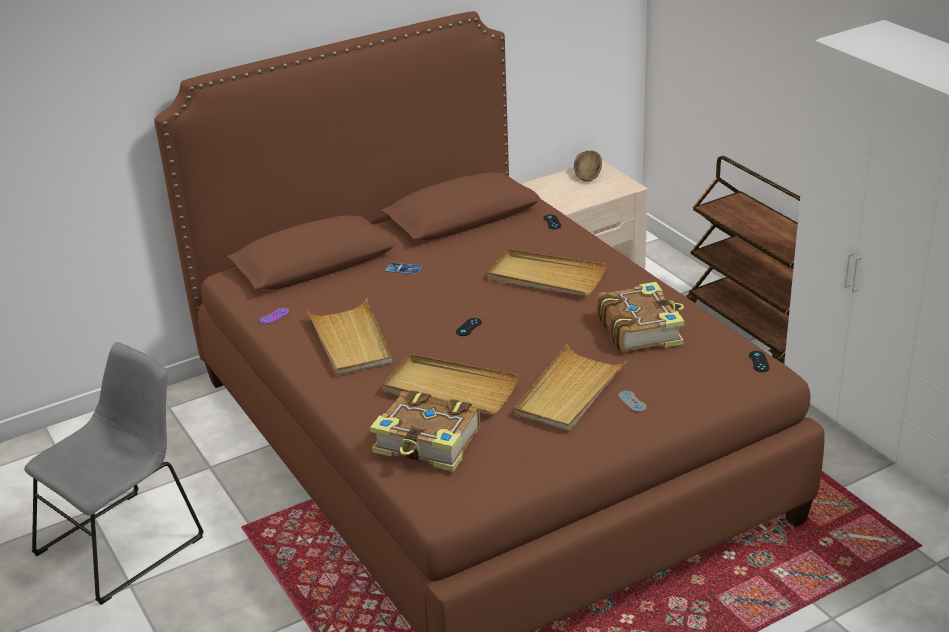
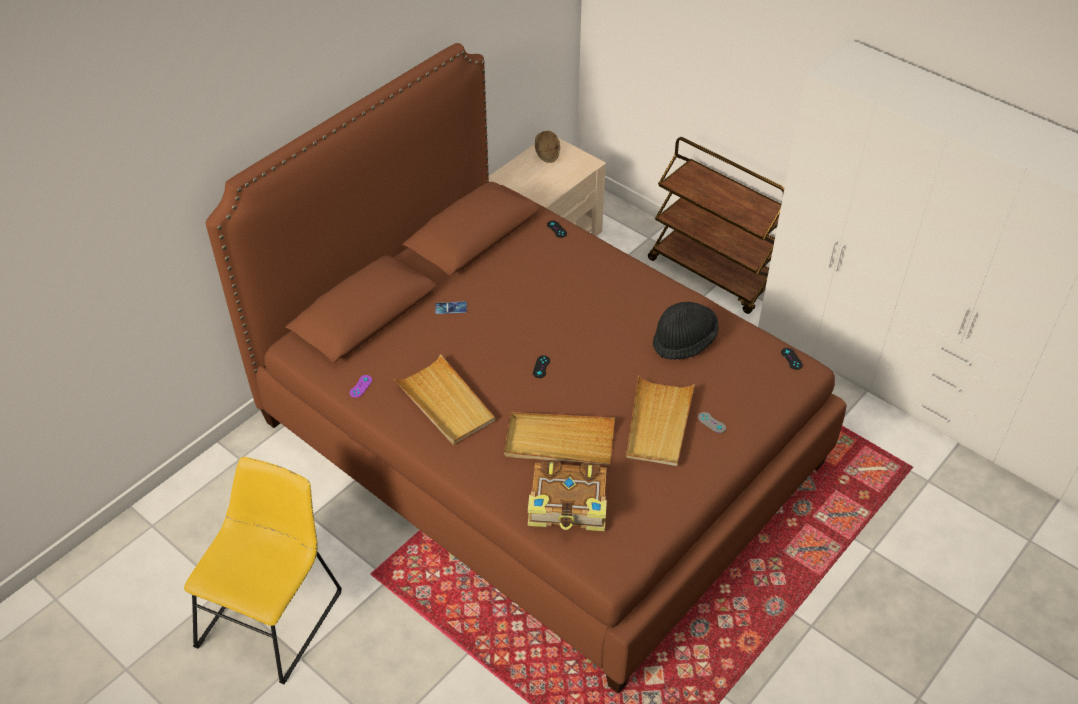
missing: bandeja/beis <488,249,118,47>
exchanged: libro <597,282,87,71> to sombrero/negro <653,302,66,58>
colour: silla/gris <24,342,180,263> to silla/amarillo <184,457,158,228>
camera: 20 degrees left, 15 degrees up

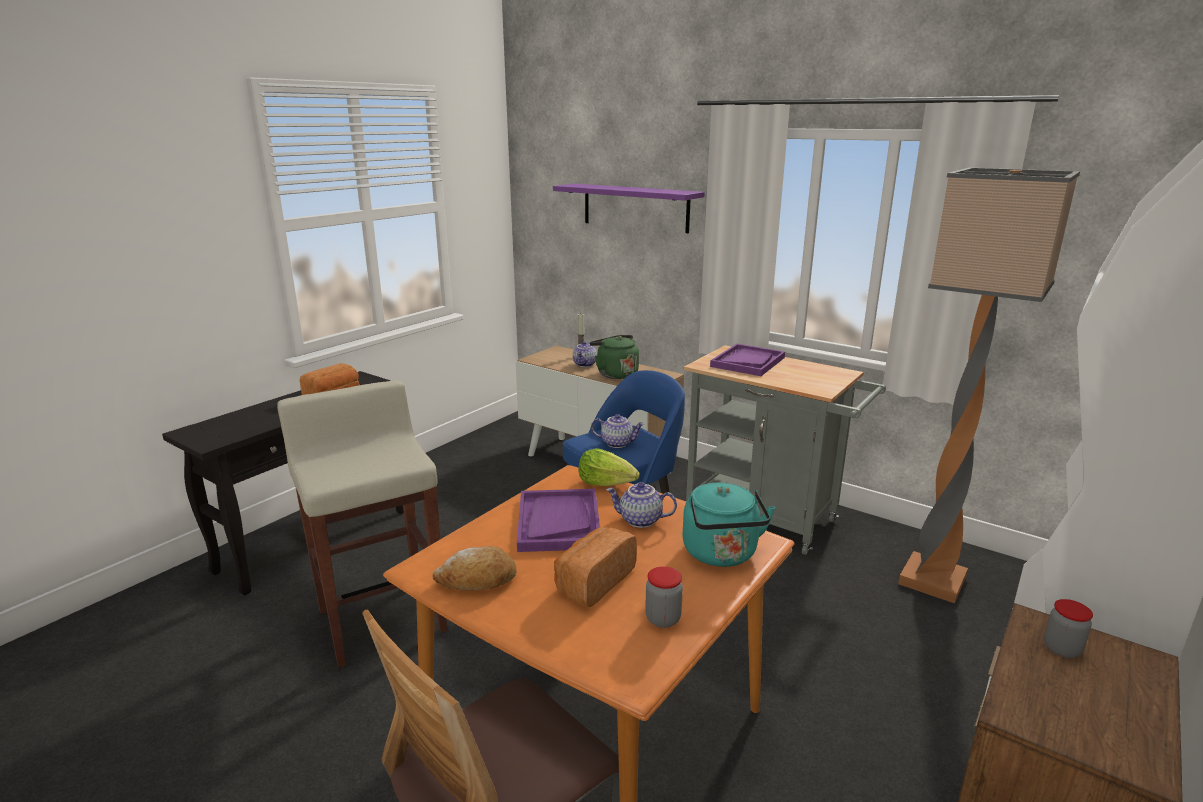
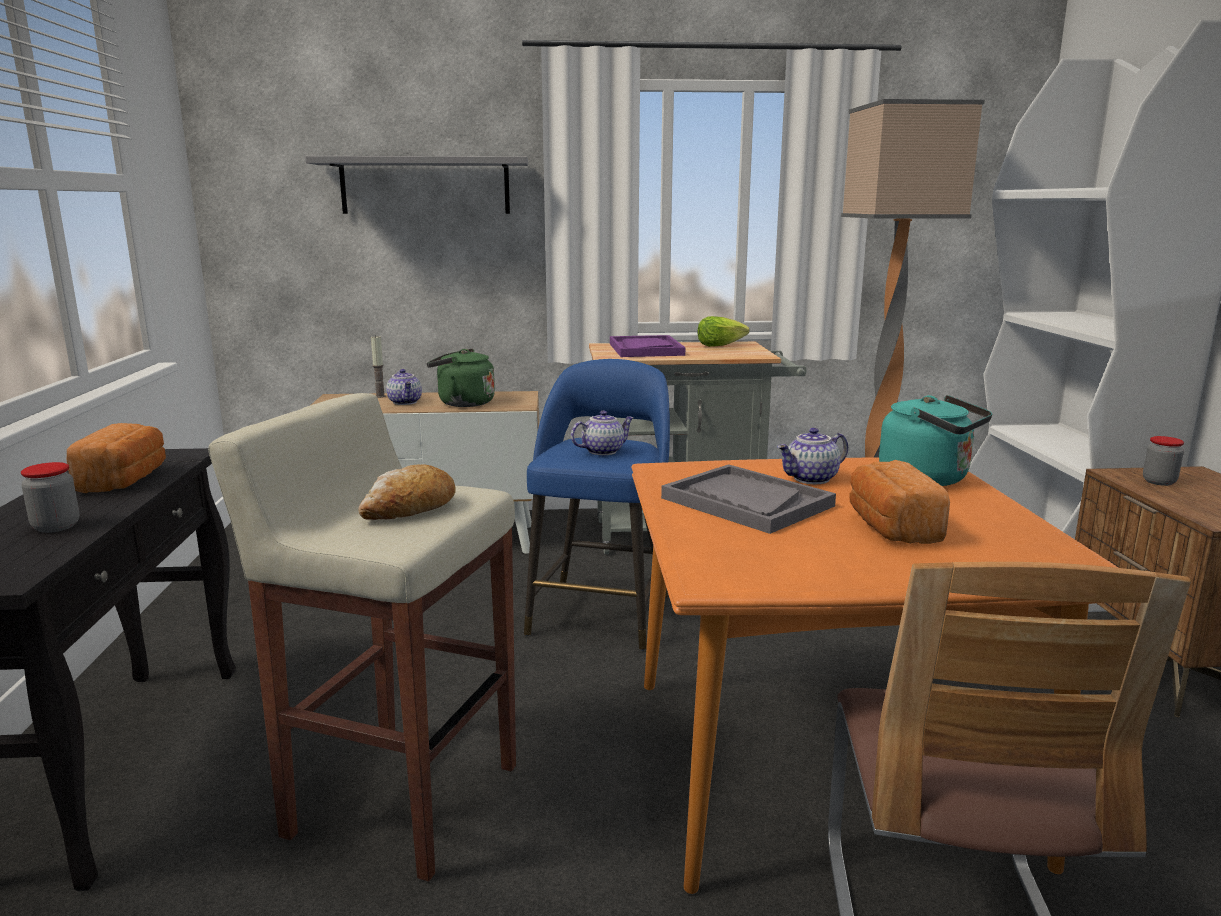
relocated: lechuga <579,448,61,38> to <698,316,51,31>; pan <432,546,85,44> to <358,464,98,56>; tarro <645,566,38,62> to <21,462,59,71>
colour: estante/morado <553,184,152,49> to estante/gris <305,156,223,58>; bandeja/morado <517,489,83,63> to bandeja/gris <661,464,175,70>
camera: 40 degrees left, 5 degrees down

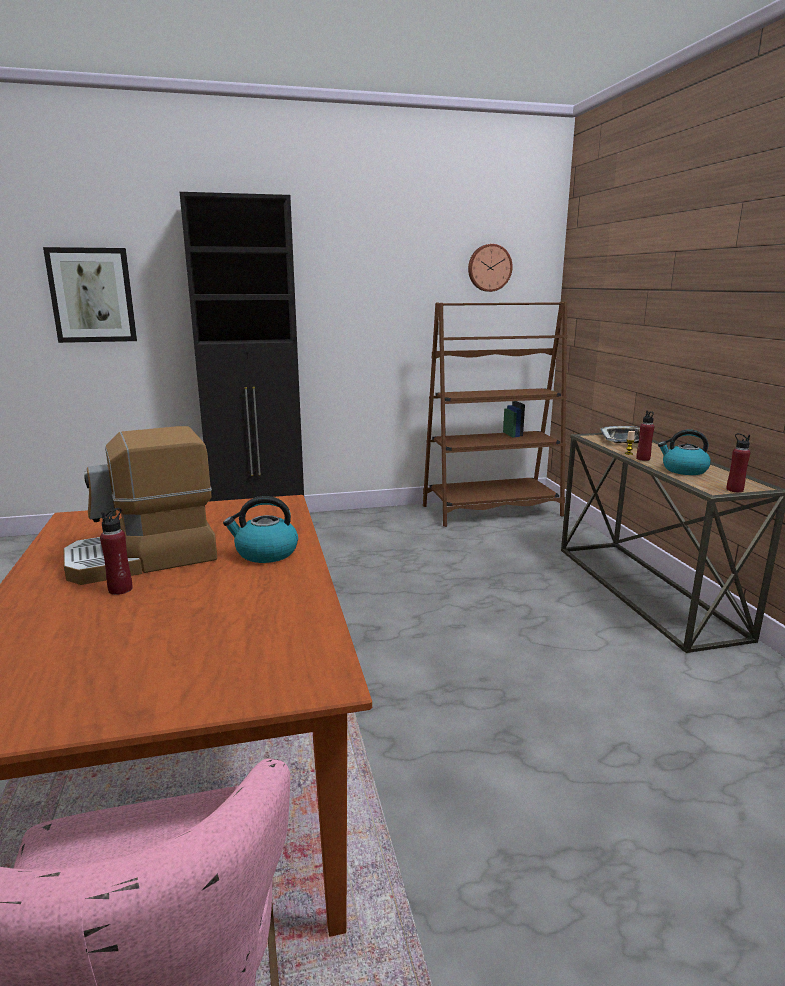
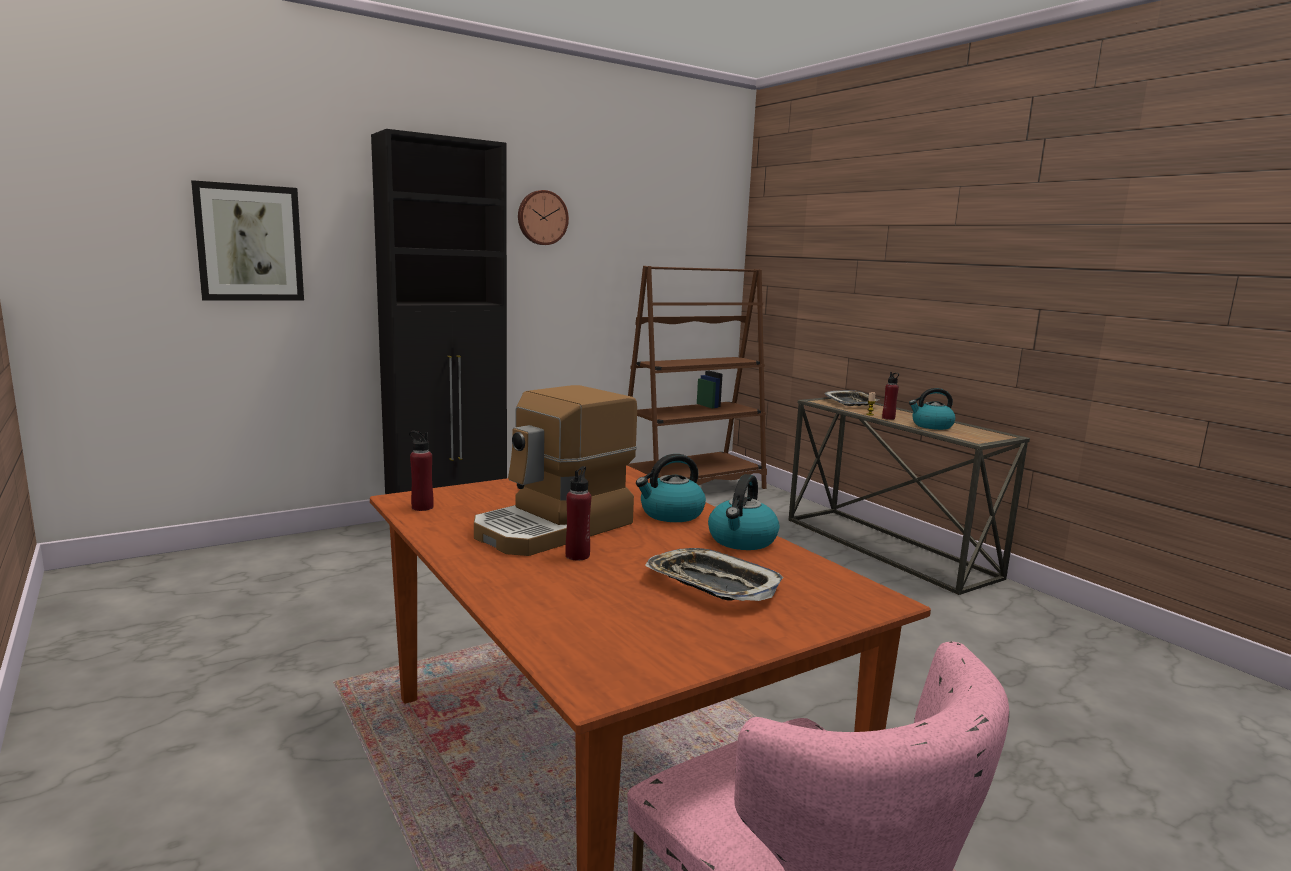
appeared: hervidor <708,474,71,76>; bandeja <645,548,139,53>
relocated: reloj de pared <468,244,44,48> to <518,190,51,55>; botella/rojo <726,433,24,59> to <409,431,25,80>
camera: 20 degrees left, 5 degrees down

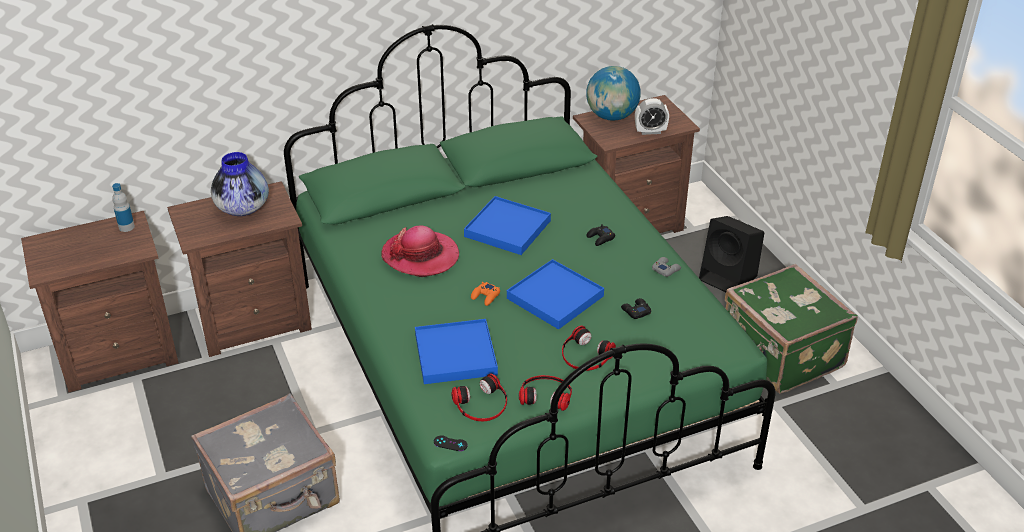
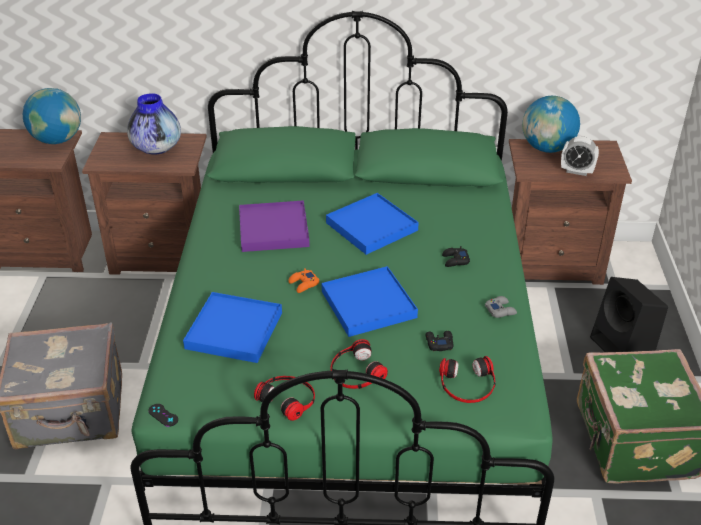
relocated: auriculares <451,373,56,48> to <439,356,57,47>
exchanged: botella <112,183,23,49> to globo terráqueo <23,88,58,56>; sombrero <381,226,78,51> to bandeja/morado <239,200,71,52>
camera: 25 degrees right, 0 degrees up

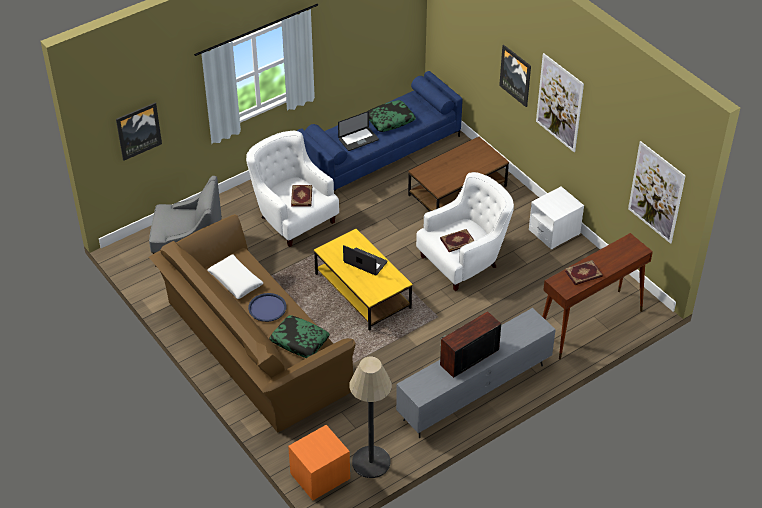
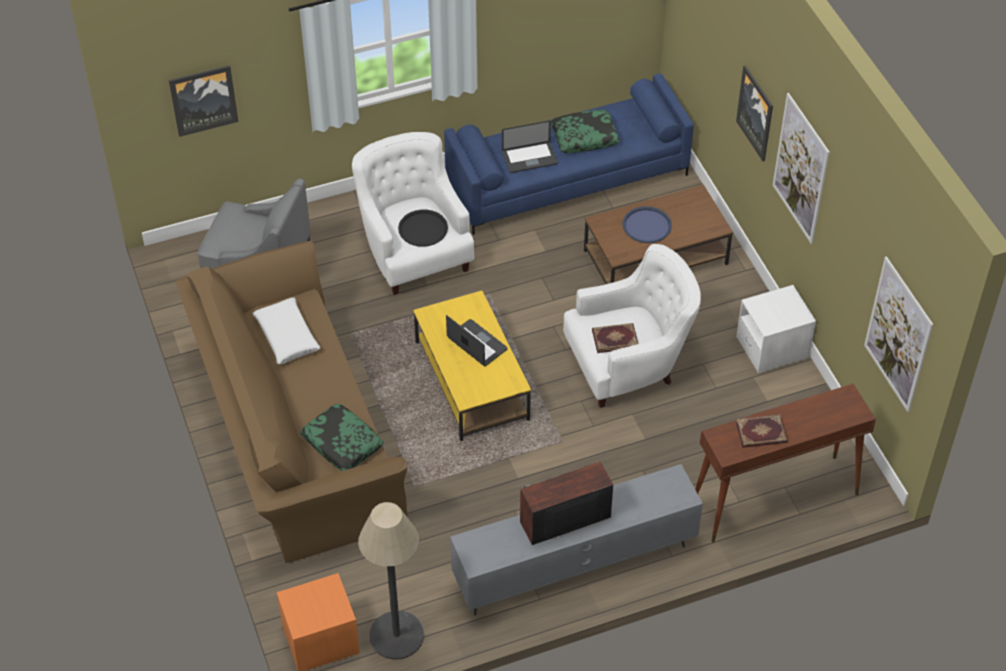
relocated: bandeja/azul <248,293,39,29> to <623,206,49,37>
exchanged: libro <291,185,21,22> to bandeja/negro <398,210,50,37>
camera: 15 degrees right, 5 degrees up

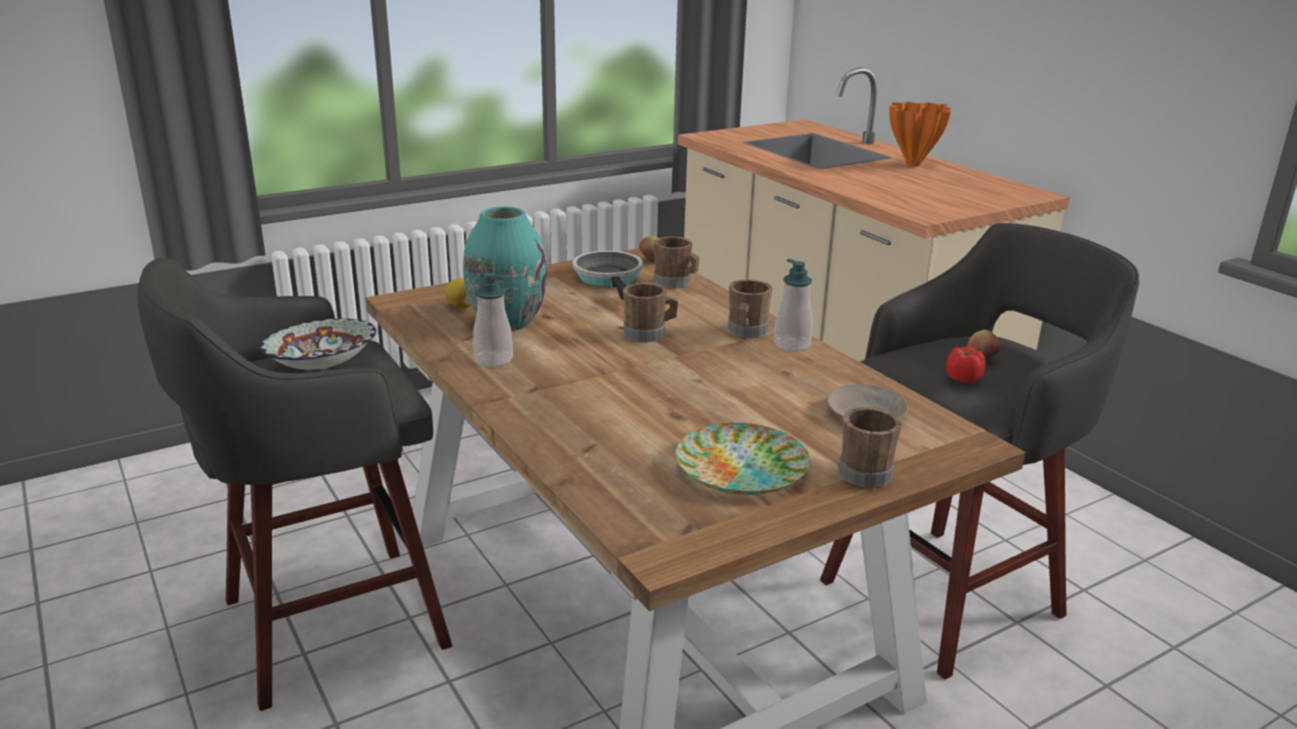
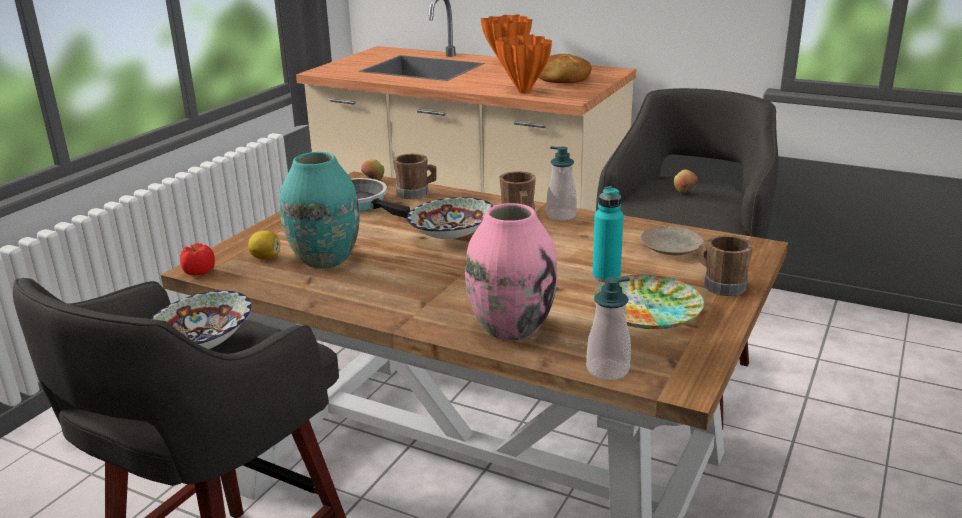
appeared: florero/naranja <495,34,57,60>; pan <539,54,53,29>; botella/turquesa <592,186,32,96>; florero/rosa <465,203,92,138>
relocated: dispensador de jabón <473,272,40,95> to <586,277,45,103>; tomate <946,346,40,37> to <180,243,35,32>
exchanged: taza grande/marrón <623,283,55,60> to cuenco <407,197,86,42>
camera: 30 degrees left, 0 degrees up

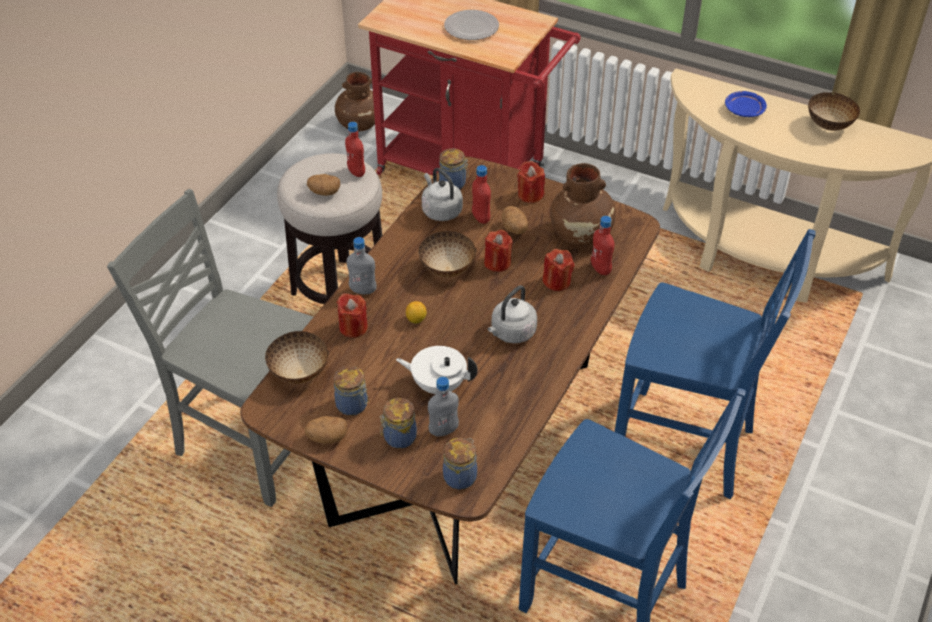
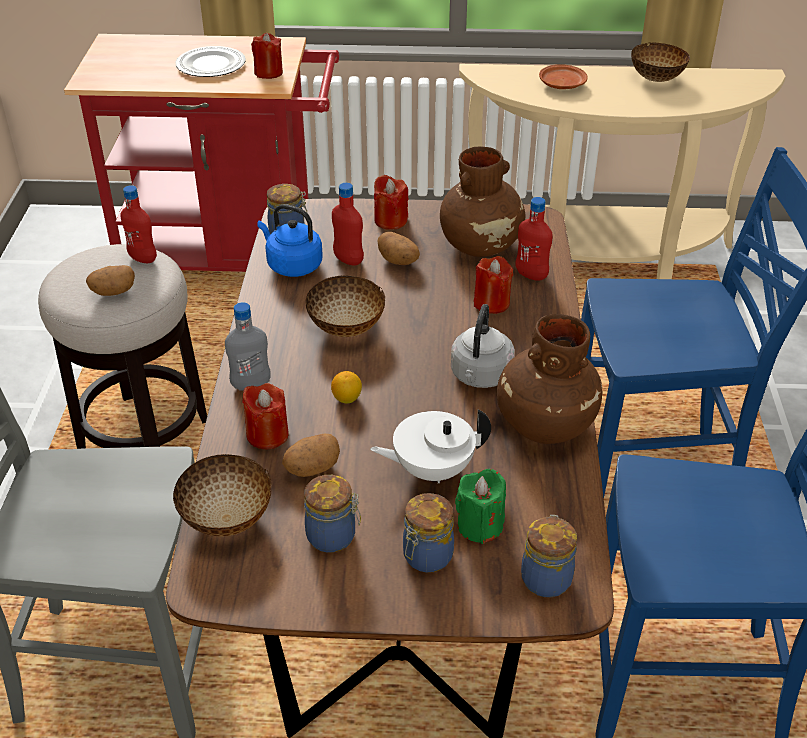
relocated: florero/marrón <335,72,40,59> to <497,314,105,130>; vela/rojo <484,230,29,42> to <251,33,32,46>; patata <304,416,43,27> to <282,434,58,43>
exchanged: botella/gris <428,377,31,59> to vela/verde <455,469,51,75>
colour: plato/azul <725,91,42,26> to plato/marrón <539,64,49,25>; hervidor/gris <421,168,42,53> to hervidor/azul <257,204,66,73>
camera: 25 degrees left, 5 degrees down

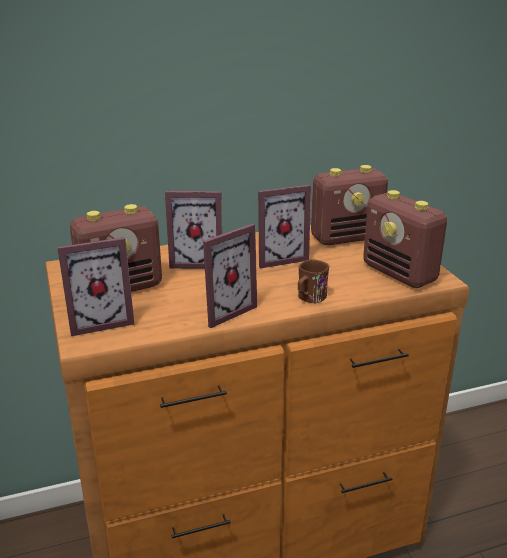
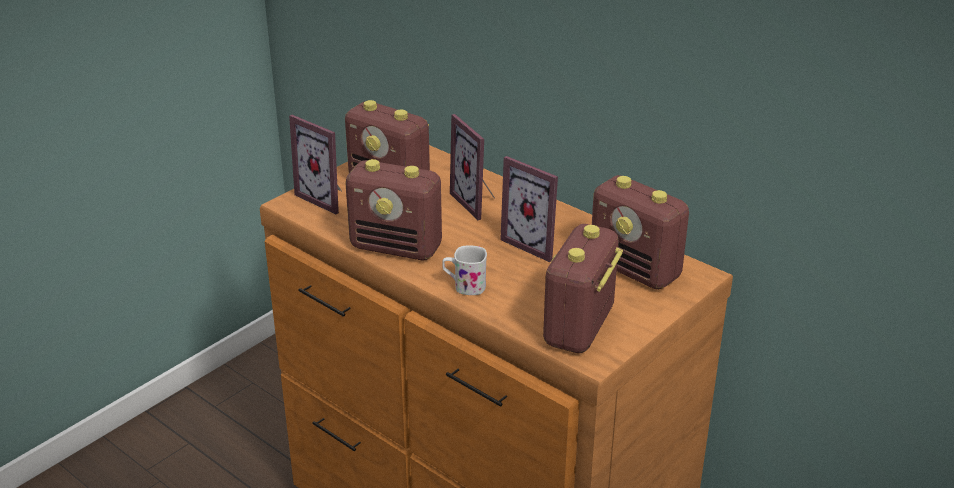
exchanged: portarretratos <203,223,54,105> to radio <345,159,97,101>
colour: taza grande/marrón <298,259,31,44> to taza grande/blanco <442,245,45,50>
camera: 60 degrees right, 5 degrees up

